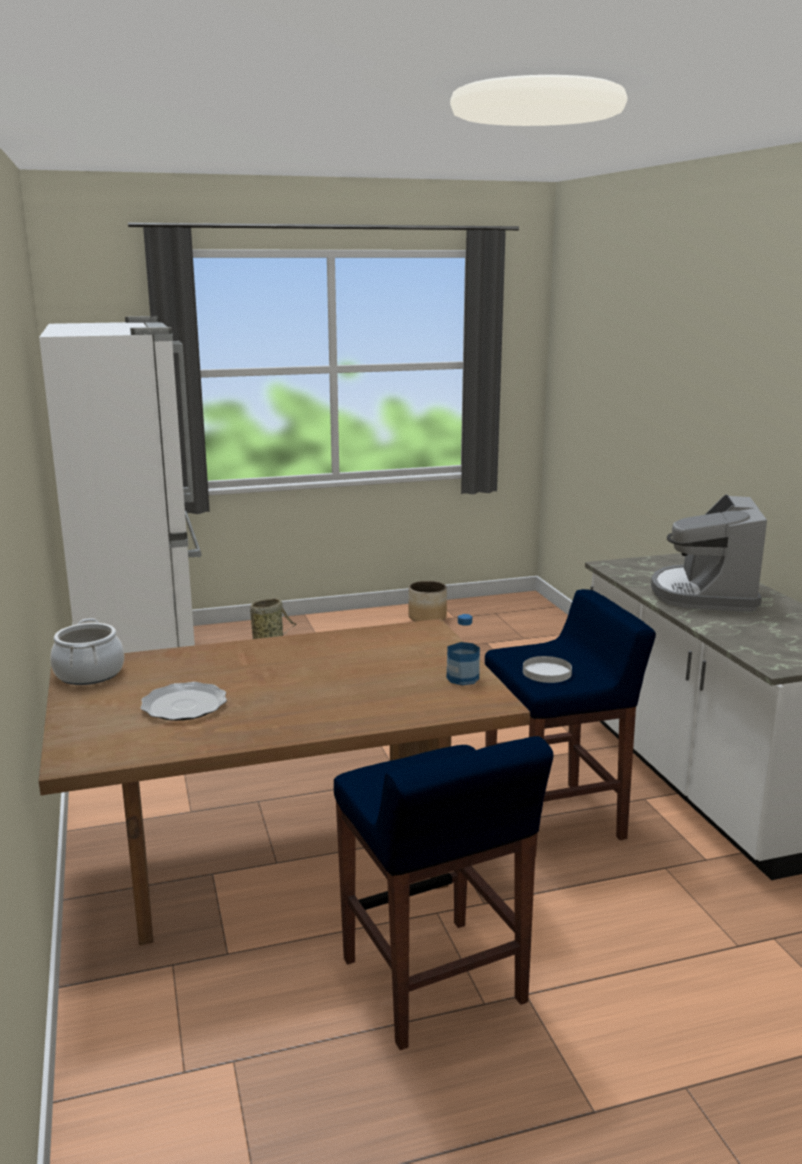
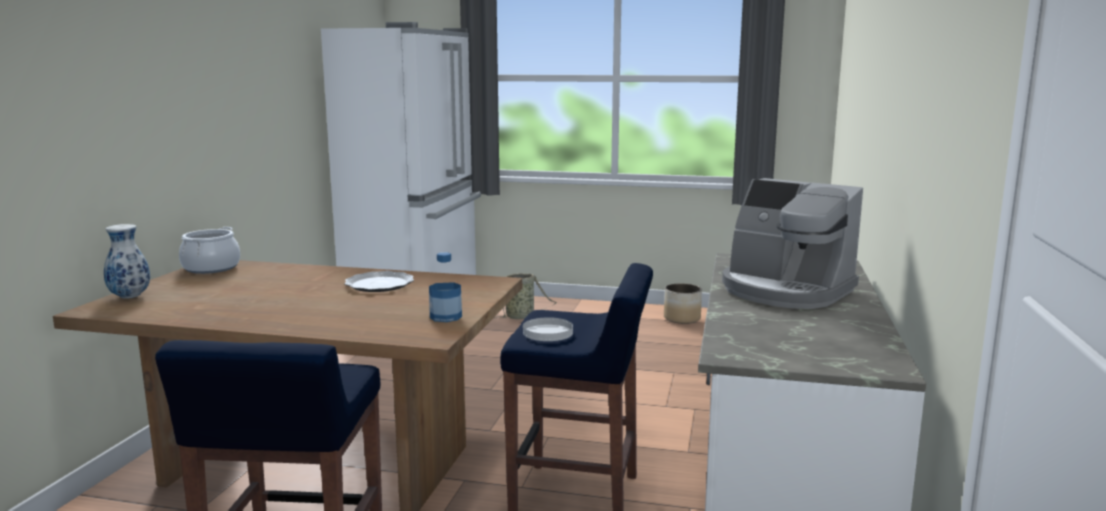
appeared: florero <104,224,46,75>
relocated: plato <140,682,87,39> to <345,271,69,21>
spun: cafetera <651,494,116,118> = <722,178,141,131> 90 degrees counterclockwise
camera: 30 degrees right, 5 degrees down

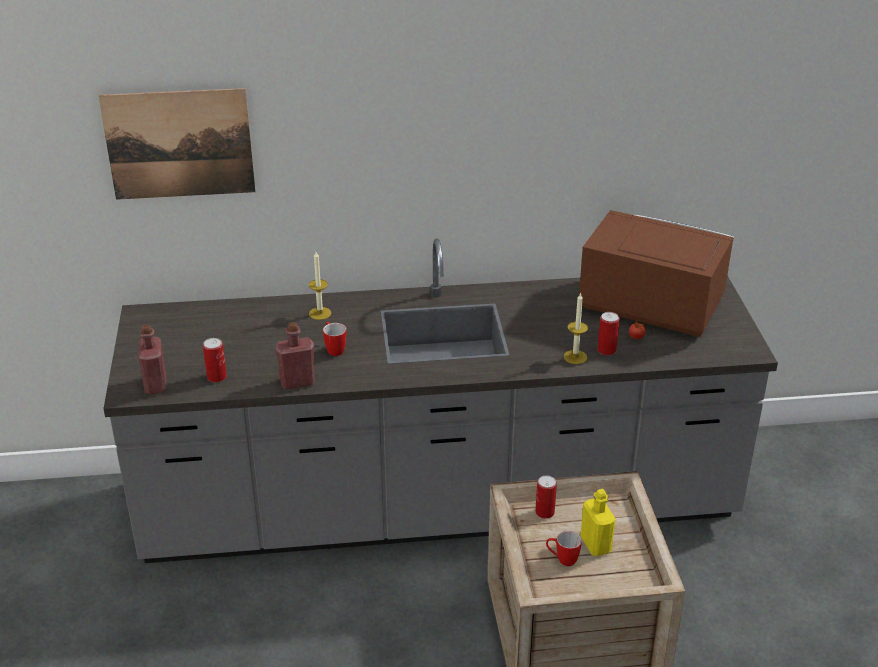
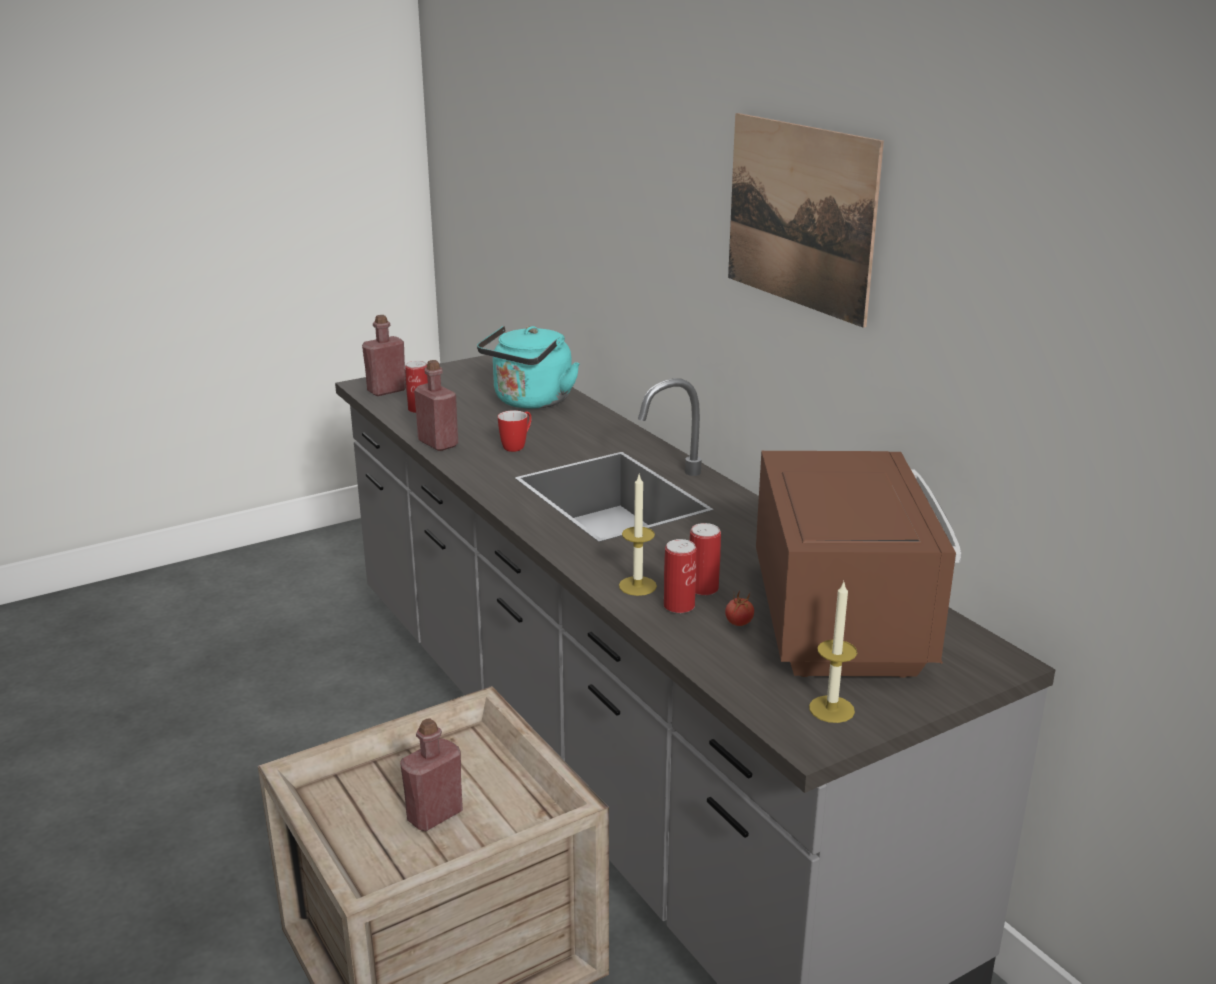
missing: taza grande <546,531,36,35>
appeared: hervidor/turquesa <477,326,103,83>
relocated: cuadro <98,88,158,112> to <728,113,156,215>; vela <309,252,22,68> to <809,582,48,141>; lata <535,475,22,44> to <690,523,31,73>
colour: botella/amarillo <581,489,35,67> to botella/rojo <400,718,63,113>
camera: 65 degrees right, 10 degrees down

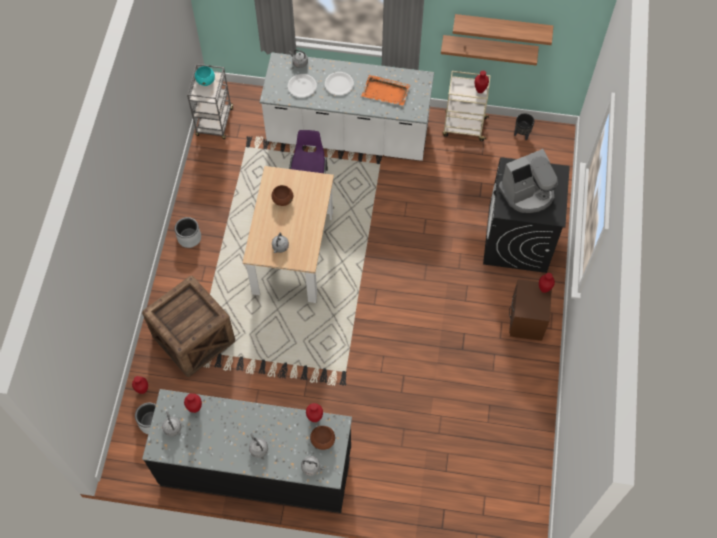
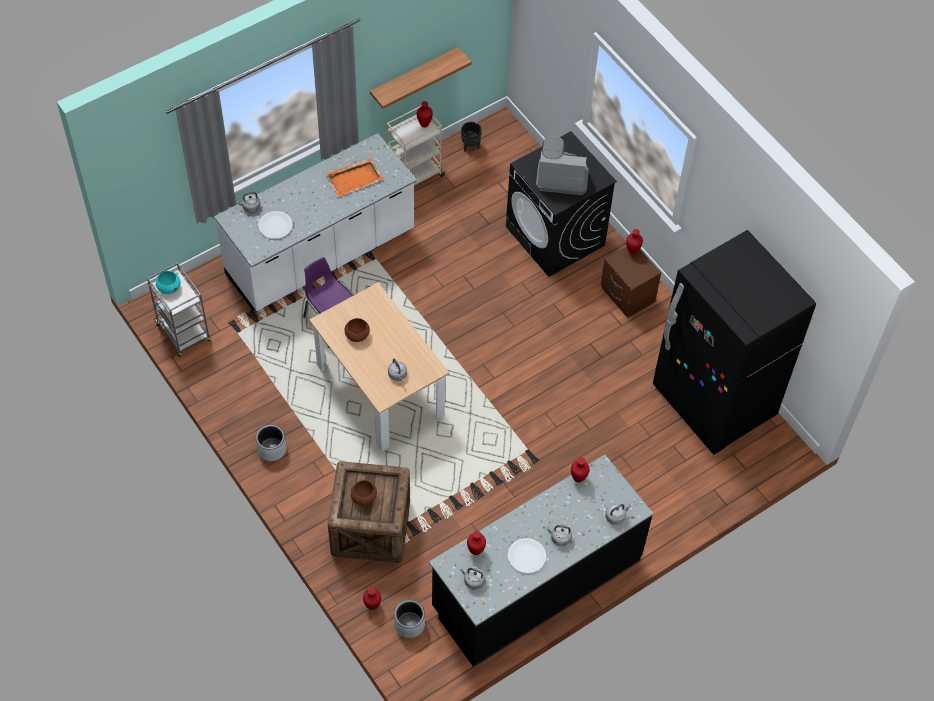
missing: estante <453,14,100,31>
appeared: nevera/negro <653,230,163,225>
relocated: plato/blanco <325,72,29,24> to <508,538,38,35>; cuenco/marrón <310,426,25,24> to <351,480,26,26>
spun: cafetera <498,149,60,64> = <536,136,53,59> 105 degrees counterclockwise
camera: 45 degrees left, 5 degrees down

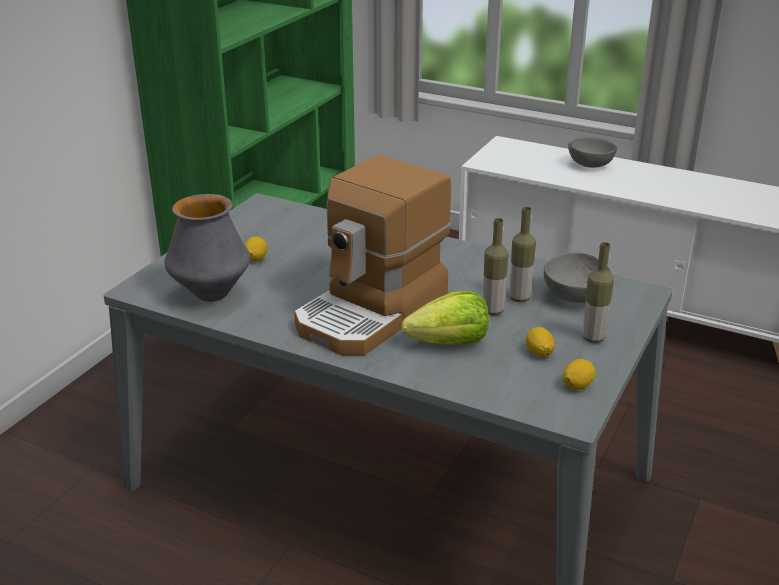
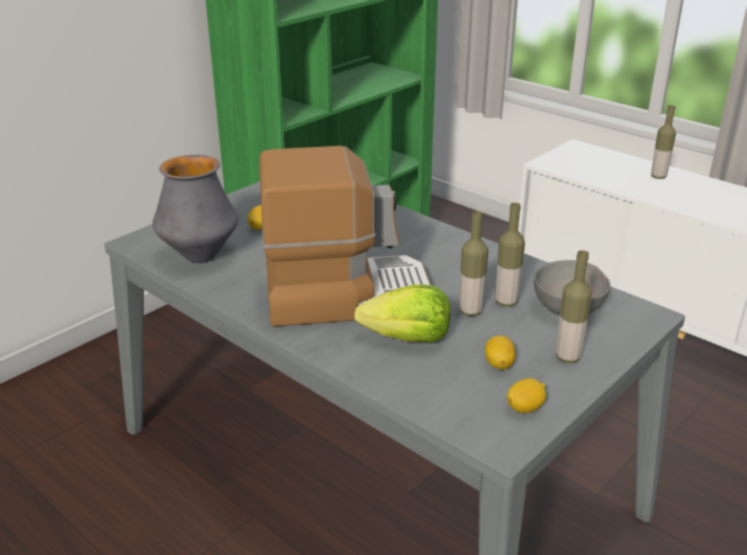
exchanged: cuenco/gris <568,137,49,31> to botella <651,105,25,74>
spun: cafetera <294,155,157,201> = <259,146,172,181> 150 degrees counterclockwise
camera: 15 degrees right, 0 degrees up

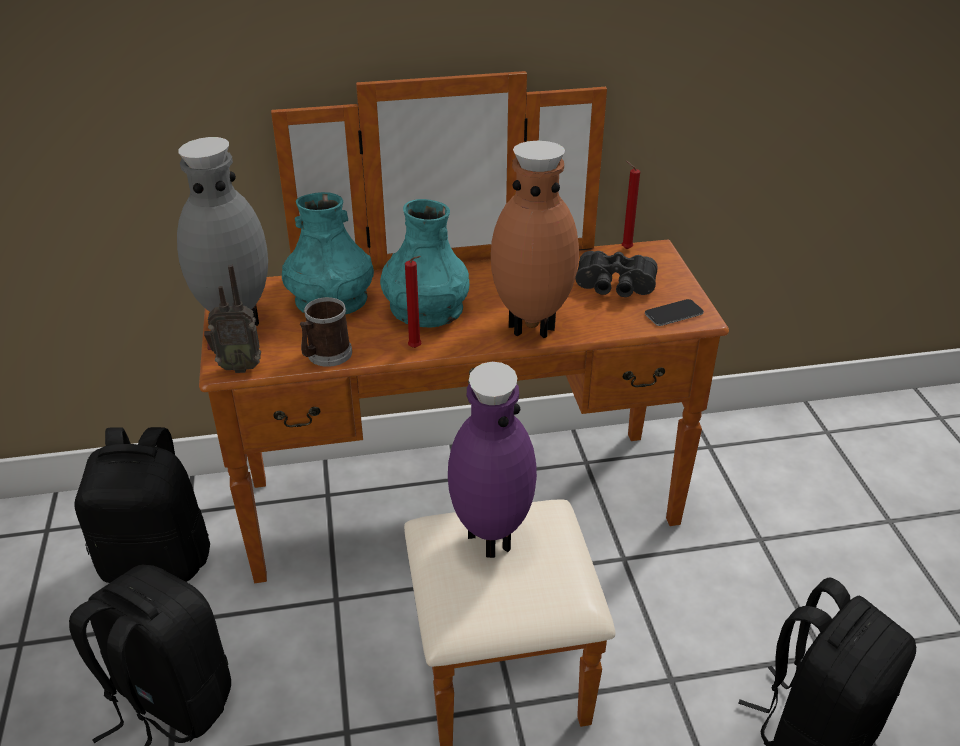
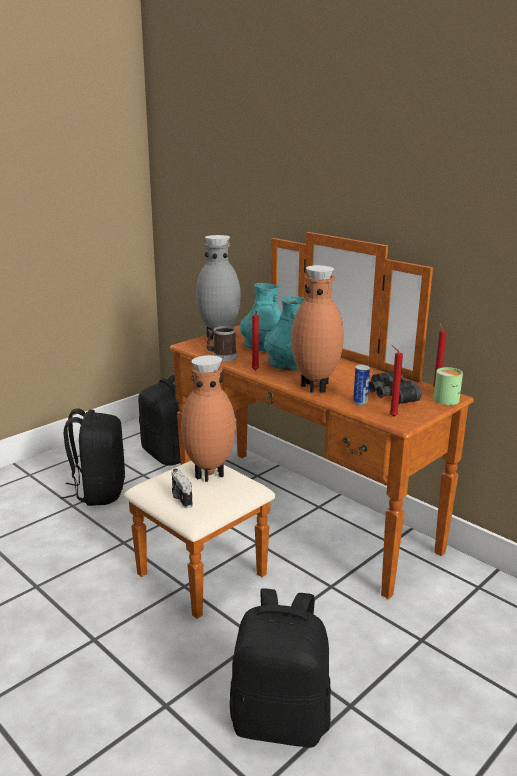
missing: radio <204,265,57,108>
appeared: lata <353,365,17,40>; taza grande/verde <433,367,30,38>; cámara <171,468,21,40>
exchanged: móvil <645,299,59,27> to vela/rojo <389,345,14,72>
colour: florero/morado <448,362,89,196> to florero/marrón <181,355,55,127>
camera: 55 degrees right, 15 degrees down

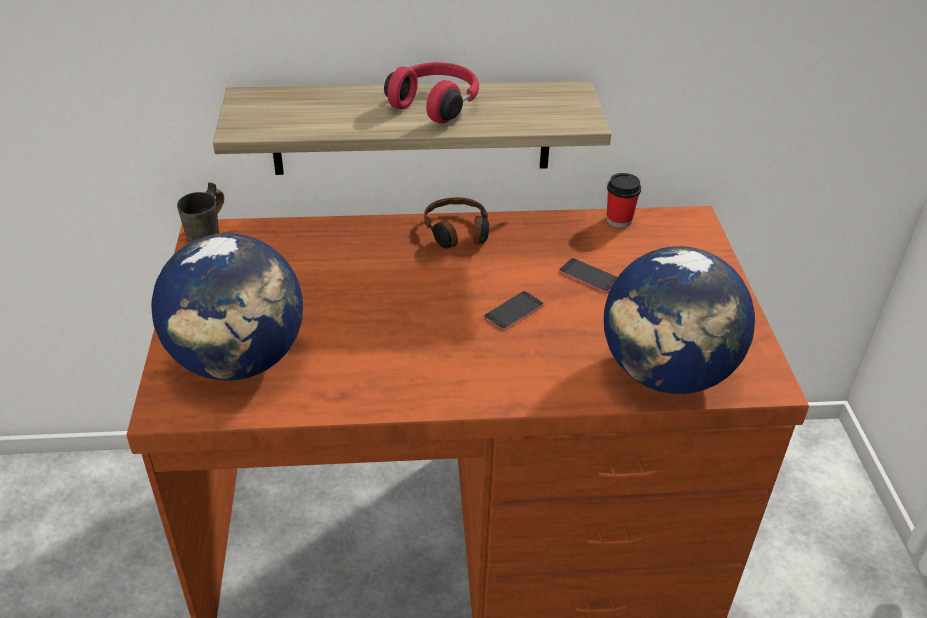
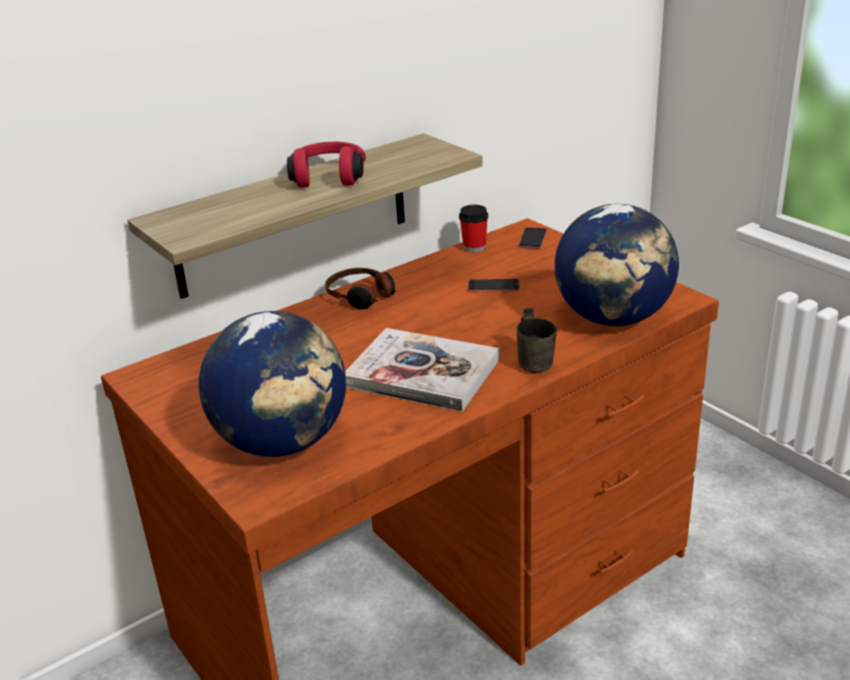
appeared: libro <345,328,155,84>
relocated: taza grande/gris <177,182,47,60> to <517,308,40,65>; móvil <483,291,61,40> to <518,227,29,22>
camera: 30 degrees left, 10 degrees down

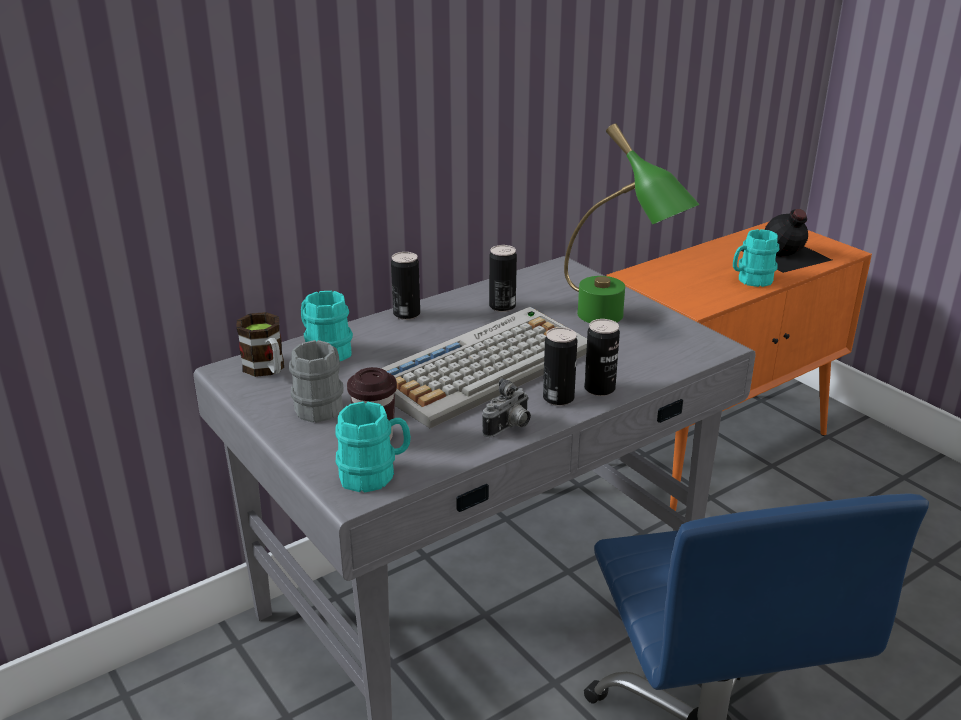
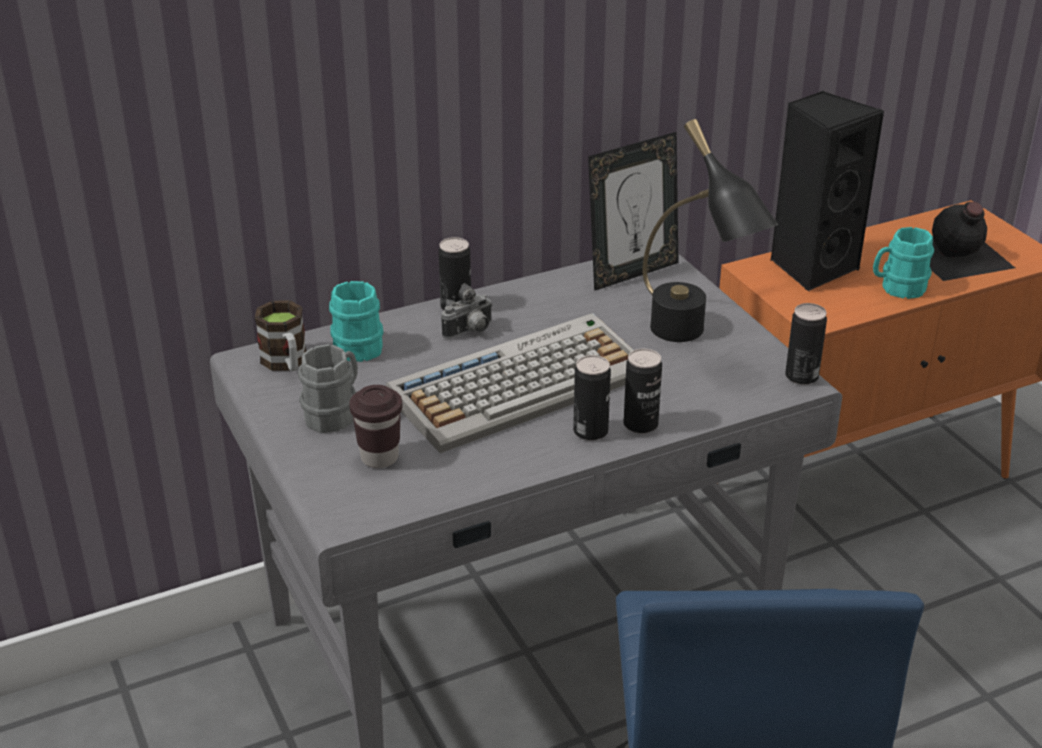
missing: taza grande/turquesa <335,401,76,92>
appeared: altavoz/negro <770,91,114,200>; portarretratos <588,132,91,159>
relocated: lata <489,245,28,67> to <785,303,42,82>; cámara <482,378,49,59> to <441,283,52,55>
colour: lámpara de mesa/verde <564,123,136,200> to lámpara de mesa/negro <643,119,135,223>
camera: 10 degrees right, 5 degrees up

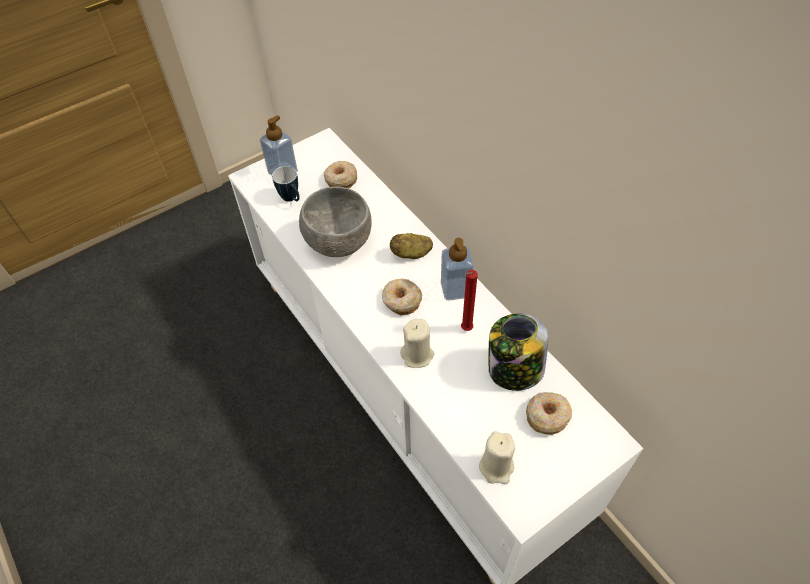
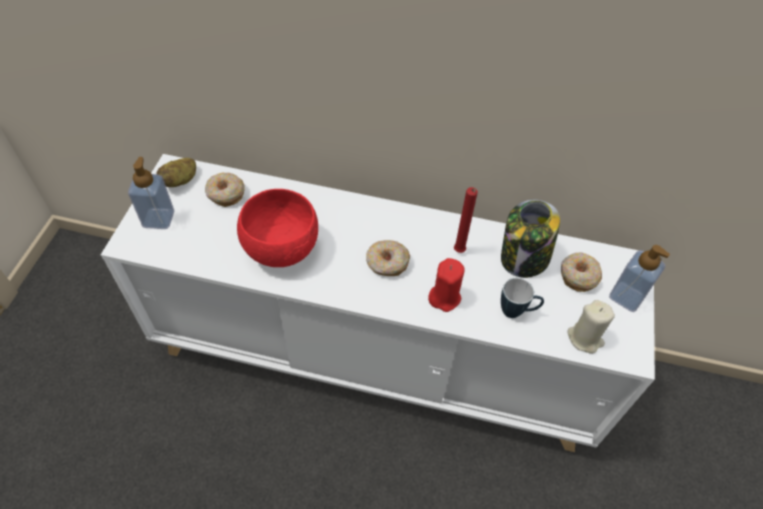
relocated: taza grande <272,166,27,36> to <501,278,43,40>; patata <390,233,43,26> to <157,158,39,29>; dispensador de jabón <441,238,33,63> to <609,245,61,67>
colour: cuenco/gris <299,187,73,70> to cuenco/rojo <237,189,81,78>; vela/beis <400,319,34,49> to vela/rojo <428,258,36,54>
camera: 45 degrees left, 0 degrees up

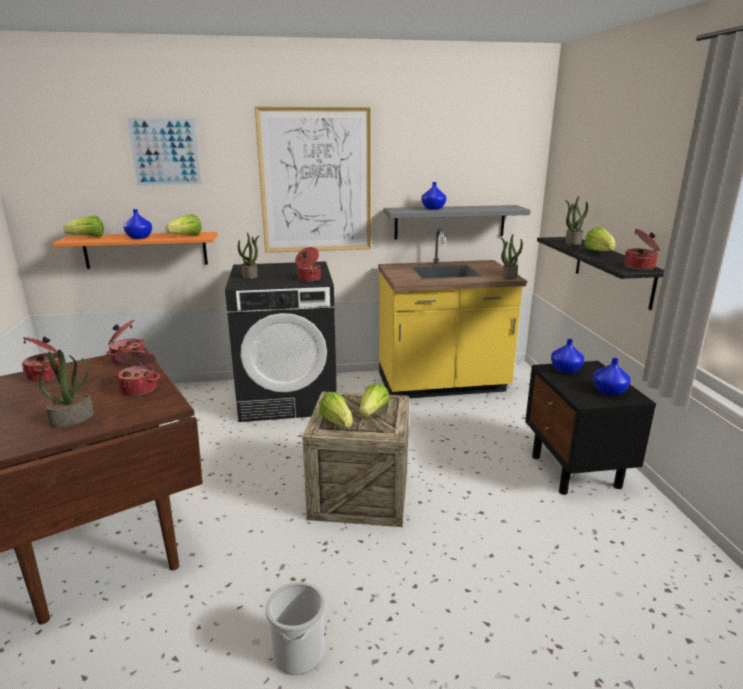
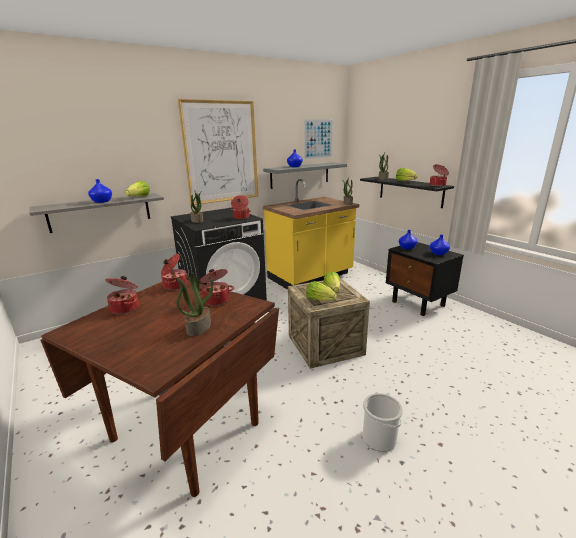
missing: lechuga <64,216,40,21>
relocated: cuadro <125,116,79,71> to <303,119,30,41>
colour: estante/naranja <52,232,165,37> to estante/gris <29,193,135,40>
camera: 25 degrees left, 0 degrees up

